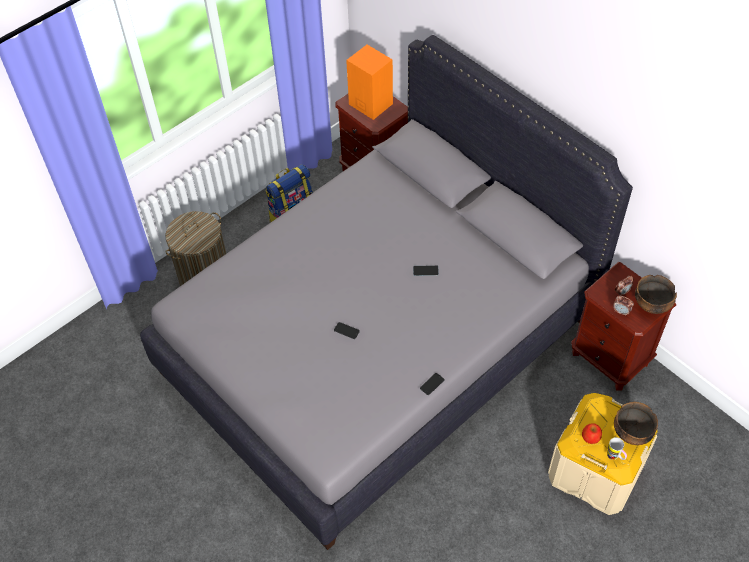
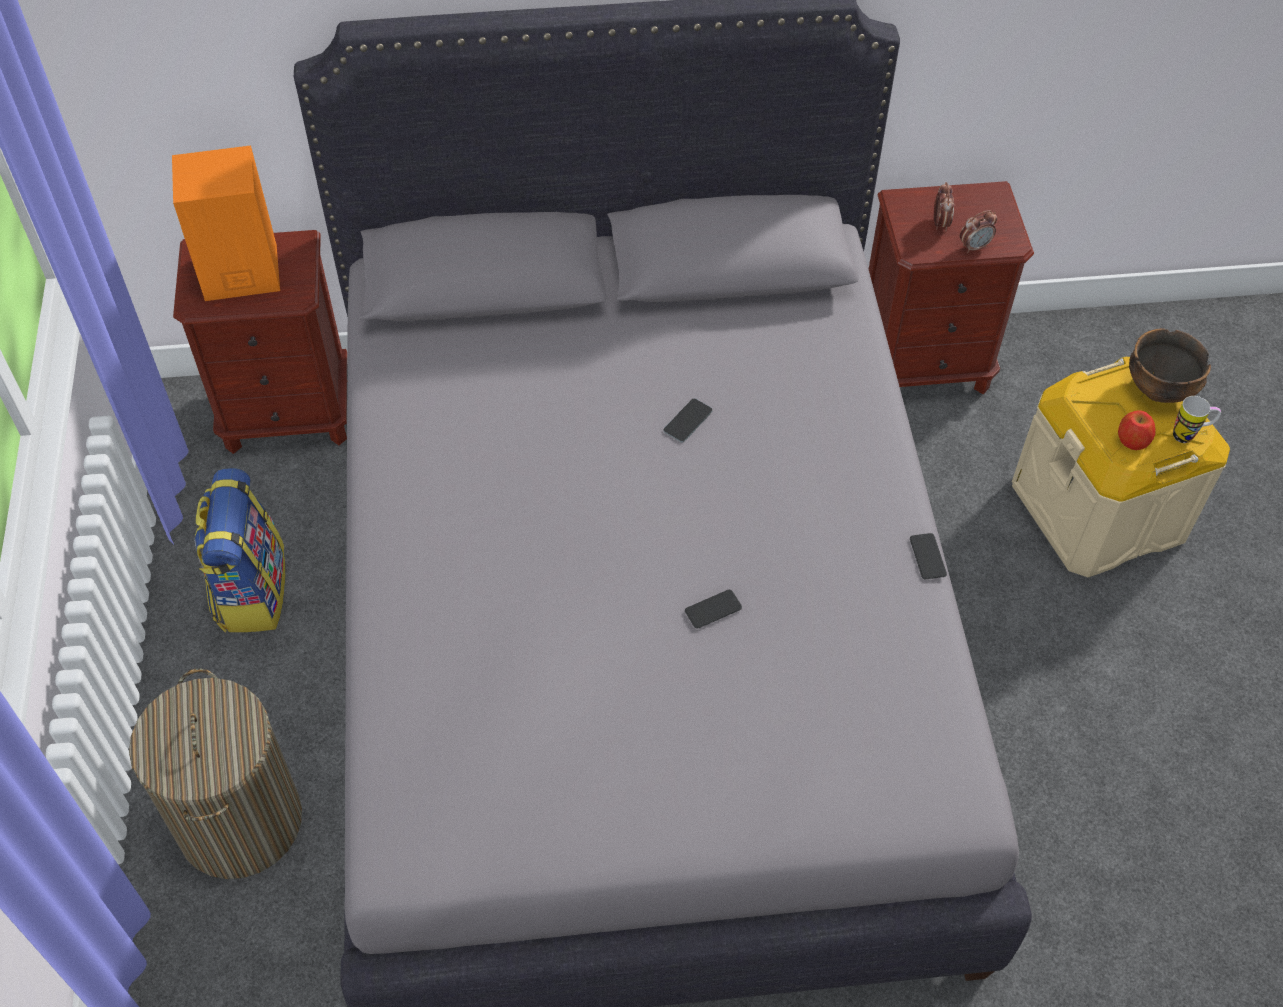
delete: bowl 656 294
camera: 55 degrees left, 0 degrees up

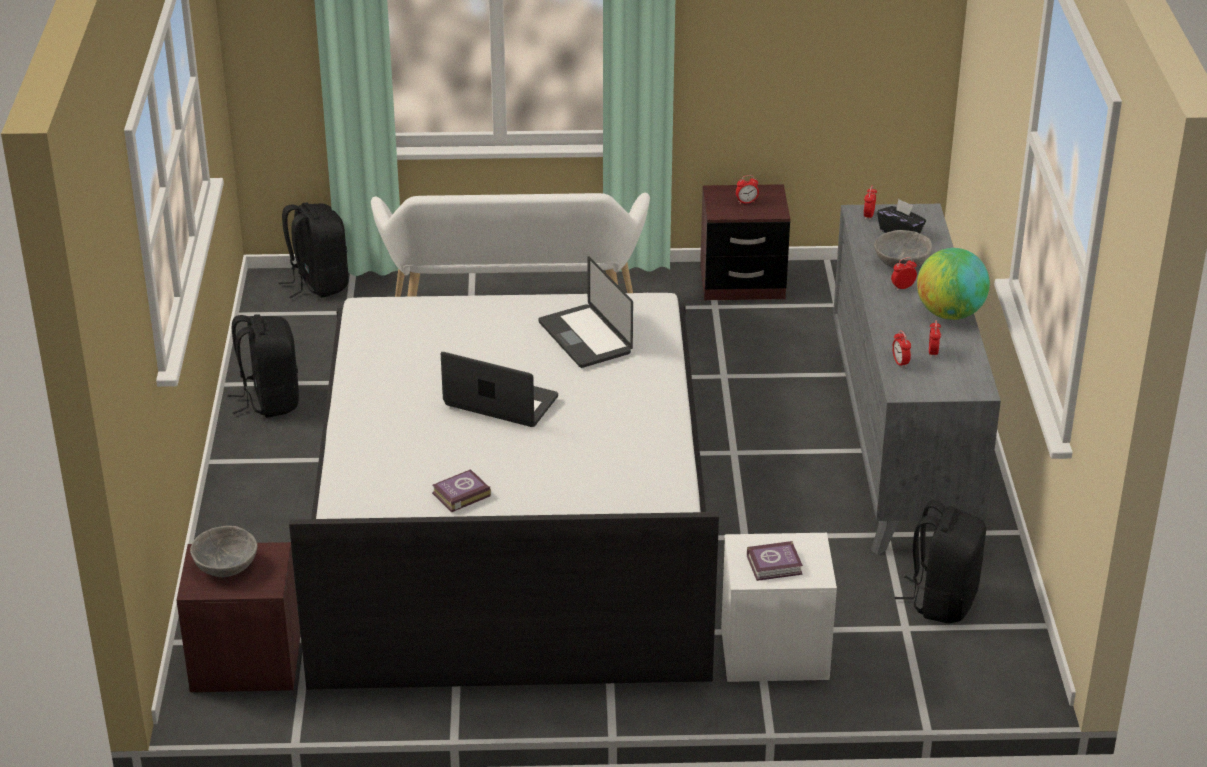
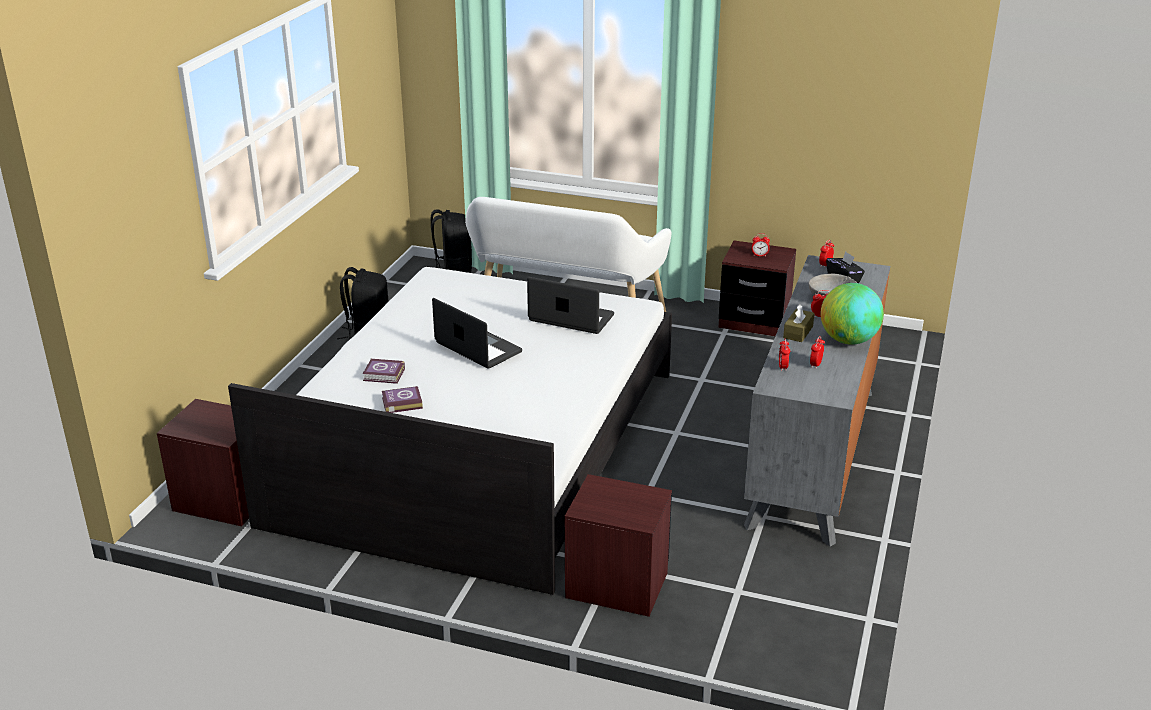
delete: grey bowl 223 551; black backpack 940 561
insert: brown tissue box 798 323
move: book 775 561 to 384 371
recolor: white nightstand 779 607 to brown nightstand 618 545
rotate: laptop 586 312 = 570 305 120 degrees clockwise
camera: 20 degrees right, 5 degrees down

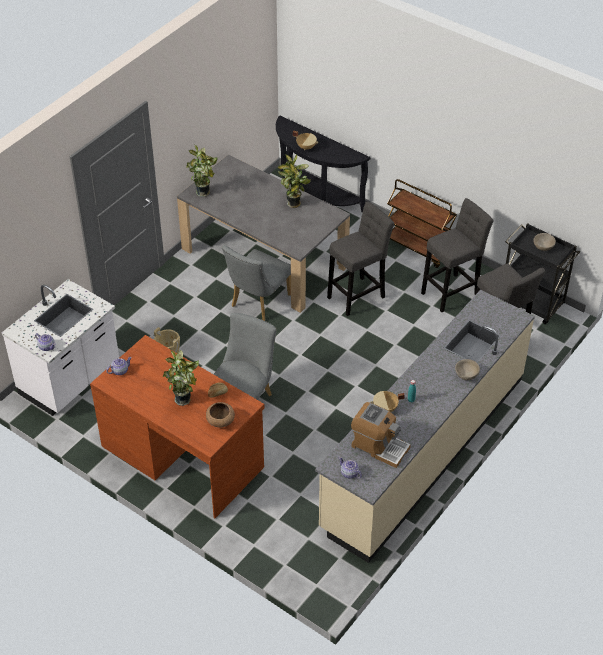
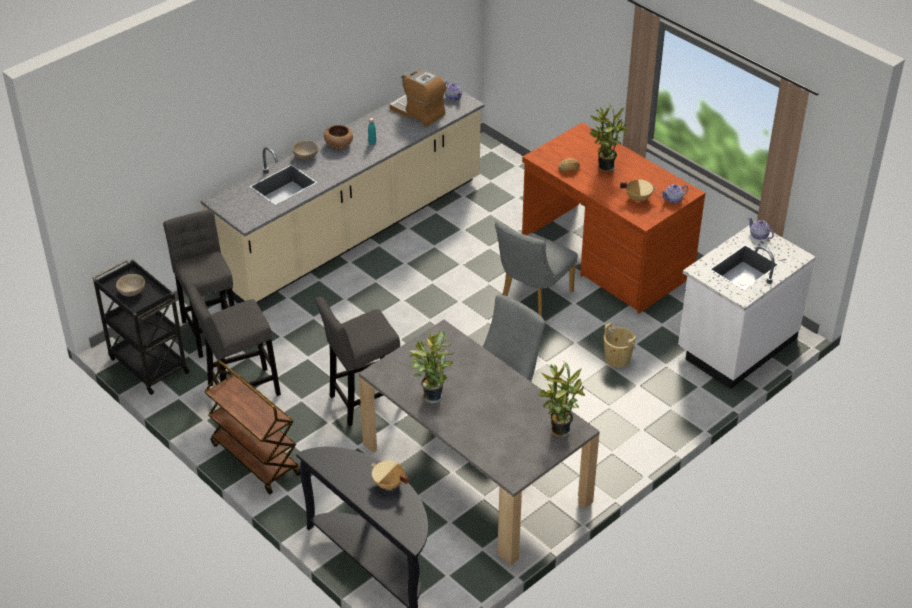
move: brown bowl 220 415 to 338 137; beige cooking pot 387 401 to 638 191
camera: 170 degrees left, 5 degrees down

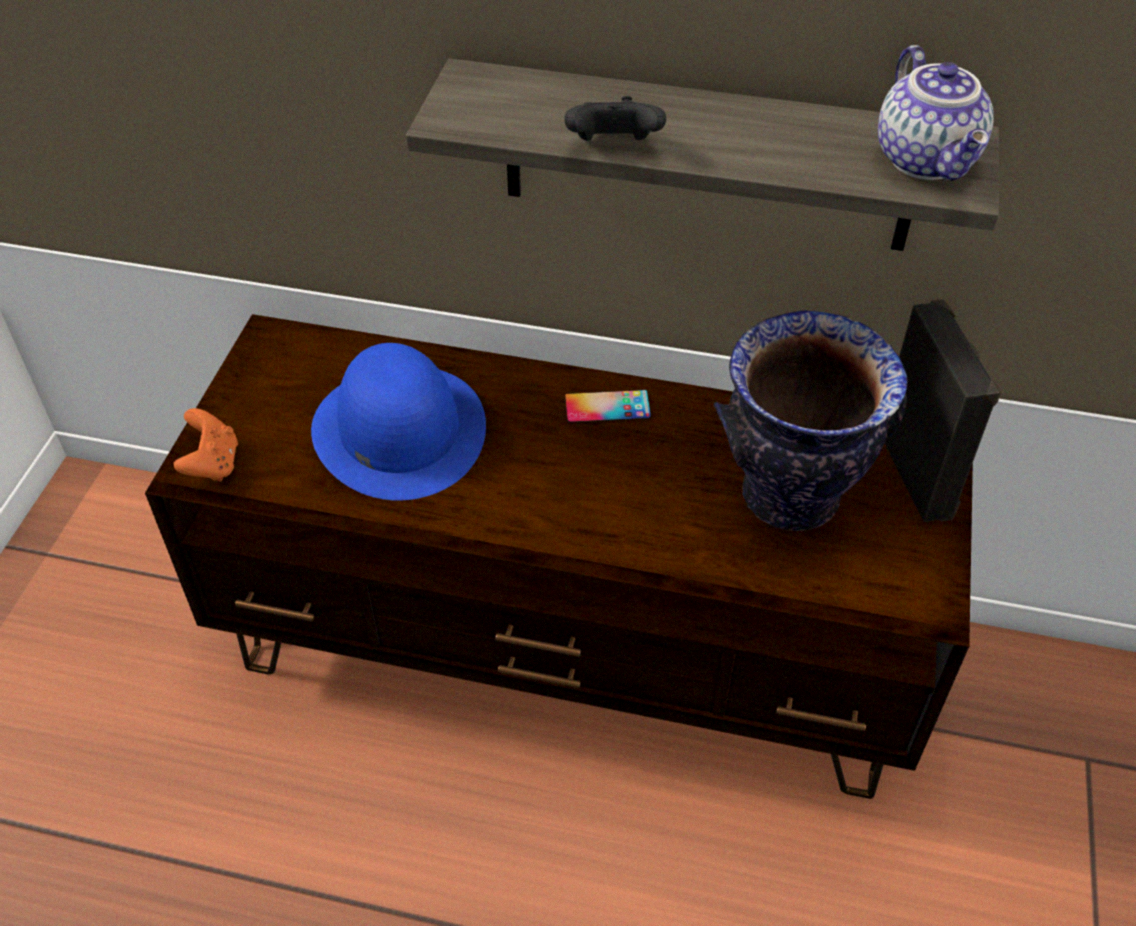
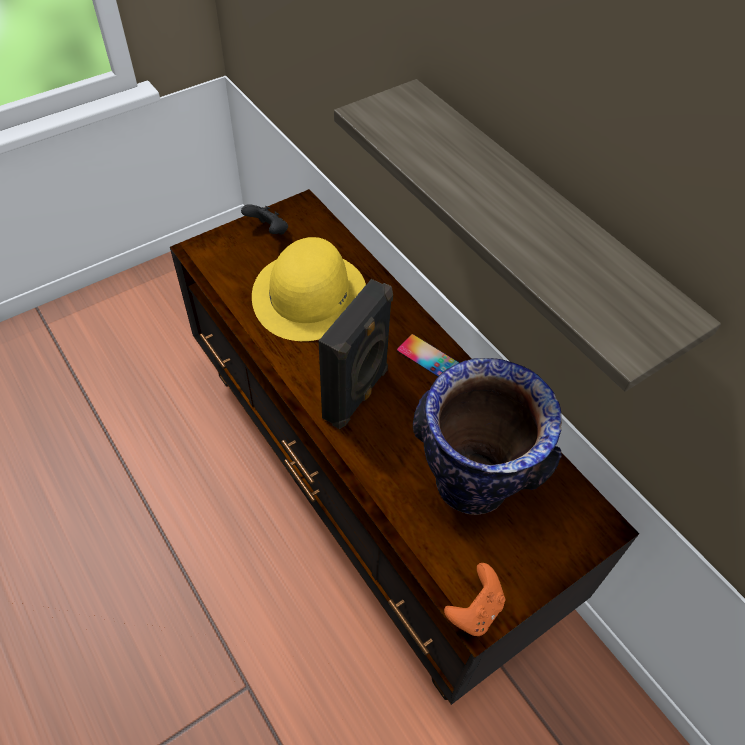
delete: teapot 936 113
move: black game controller 615 118 to 264 220; black speaker 943 410 to 356 354; orange game controller 206 445 to 474 599
recolor: blue hat 398 421 to yellow hat 309 289
camera: 40 degrees right, 5 degrees up

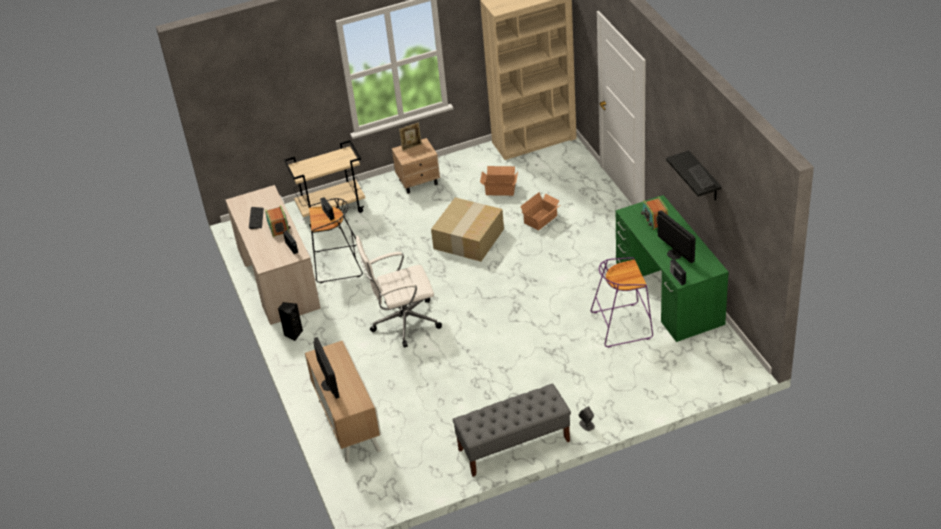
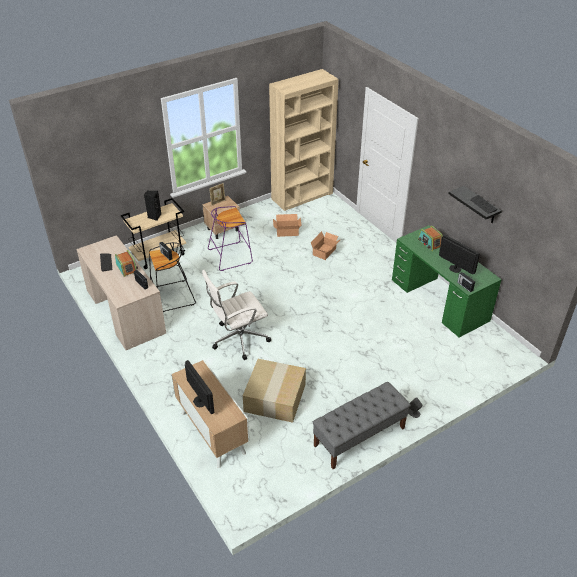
move: black speaker 290 321 to 152 206; purple stool 622 302 to 230 238; cardboard box 467 229 to 274 391
camera: 15 degrees left, 0 degrees up

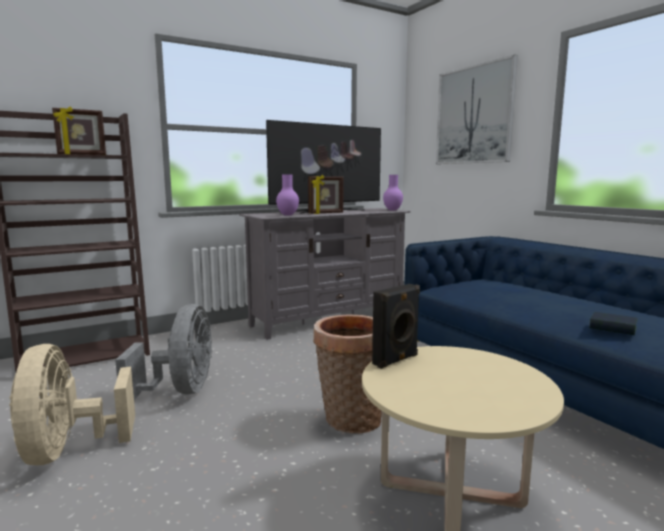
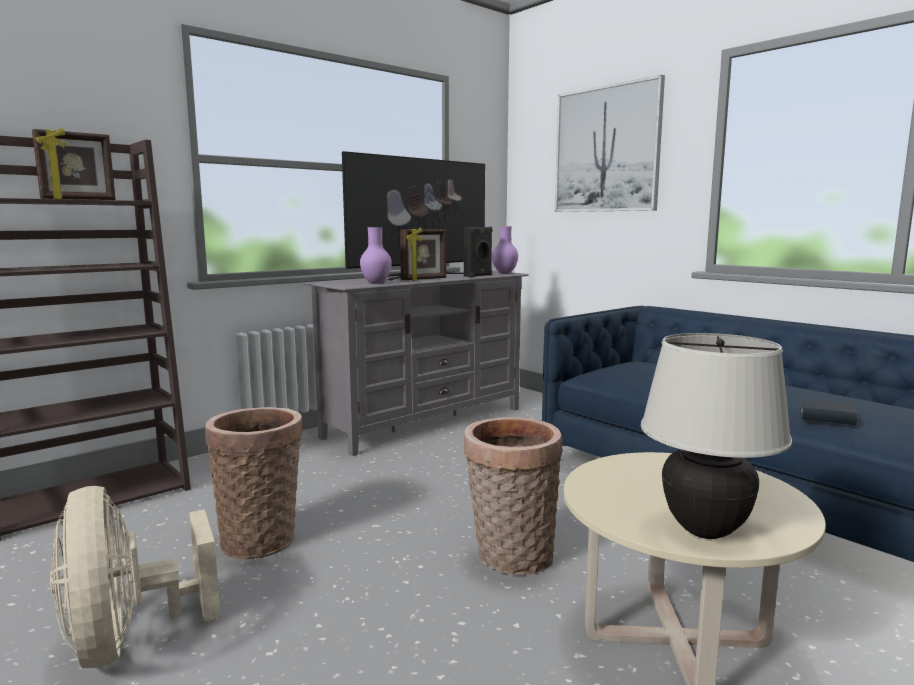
insert: beige table lamp 716 436
move: black speaker 396 326 to 478 252
replace: grey fan 163 352 to basket 254 483
camera: 10 degrees left, 0 degrees up

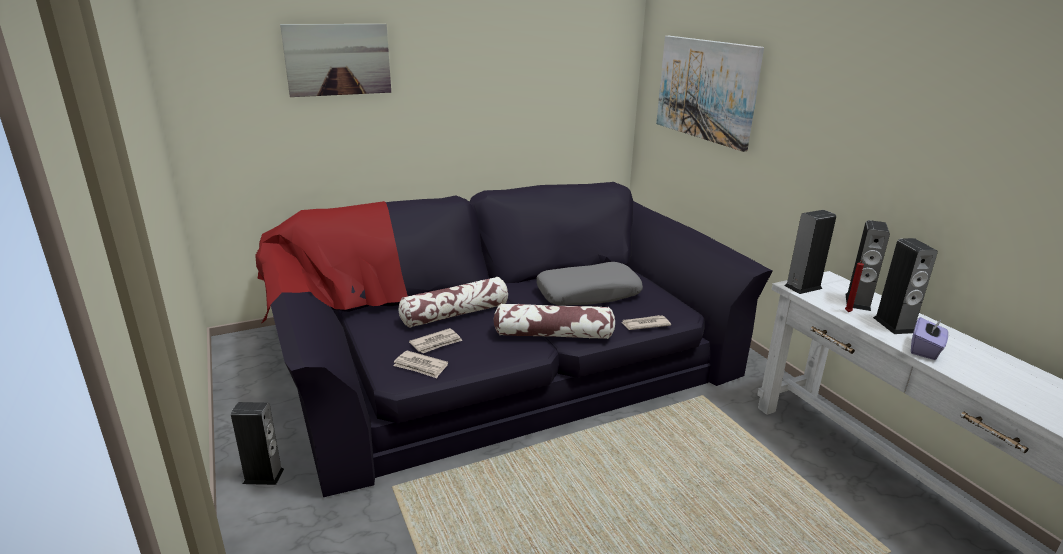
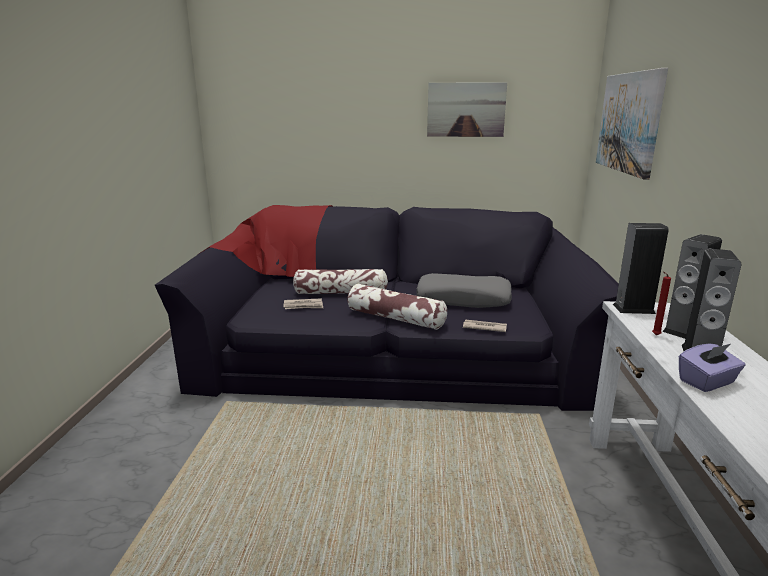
delete: speaker 257 443; newspaper 420 364
move: picture 335 60 to 467 109
camera: 30 degrees right, 5 degrees down

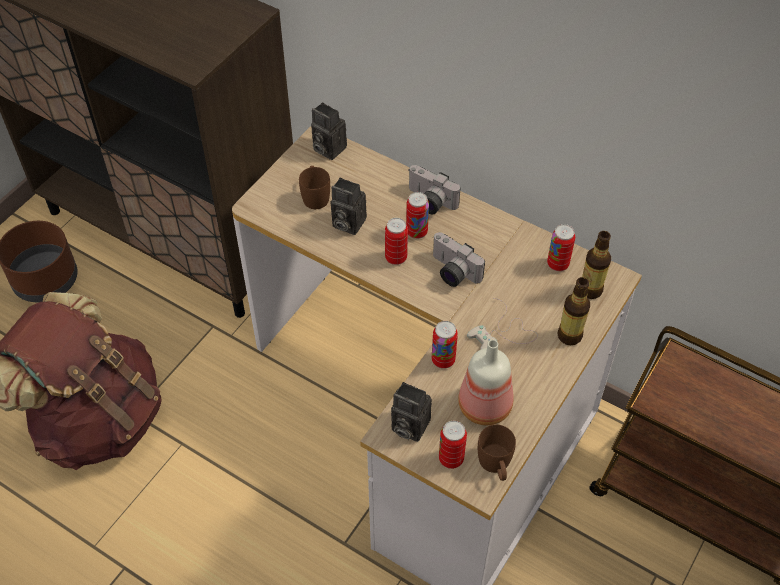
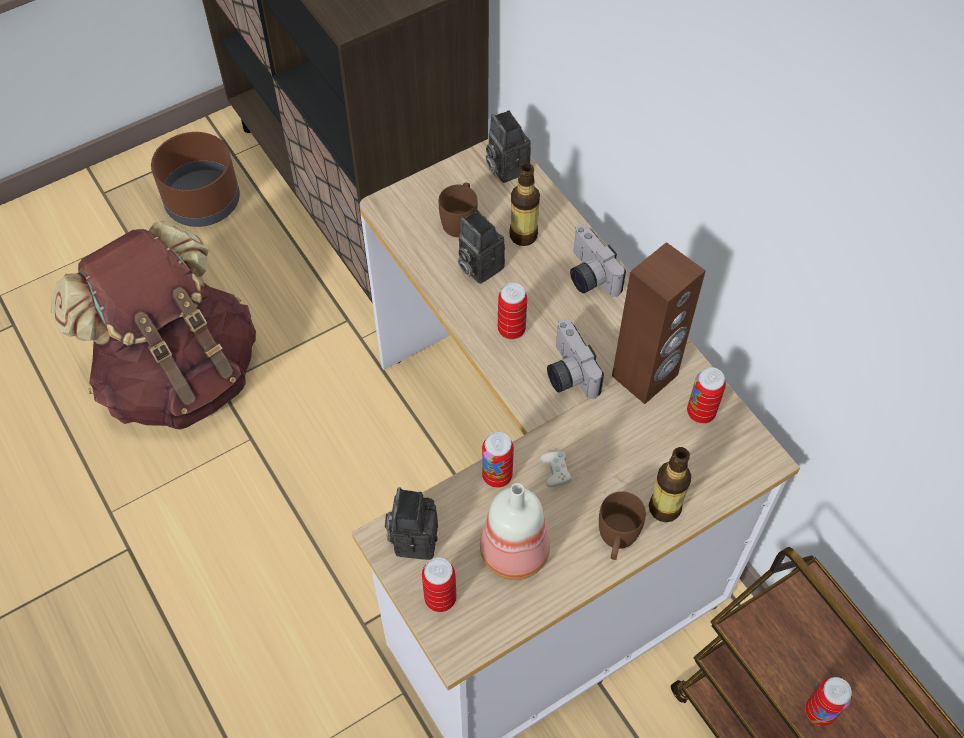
insert: brown speaker 659 323
move: bottle 596 265 to 524 204; brown mug 497 453 to 622 525; can 417 215 to 828 701
rotate: photo camera 411 412 = 411 523 45 degrees clockwise
camera: 25 degrees right, 5 degrees up

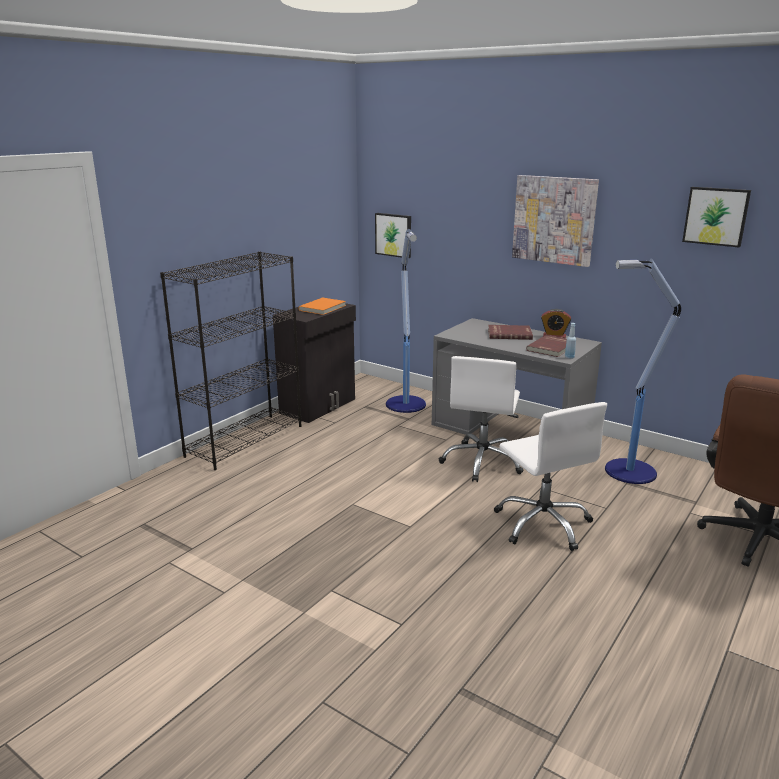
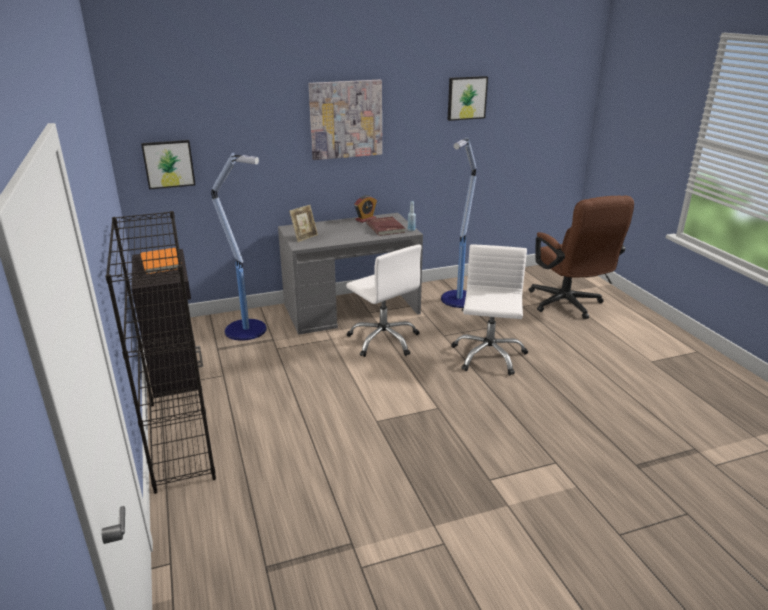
delete: red book 510 332
insert: picture frame 303 223
rotate: white office chair 550 476 = 489 310 90 degrees counterclockwise
camera: 55 degrees left, 5 degrees up

